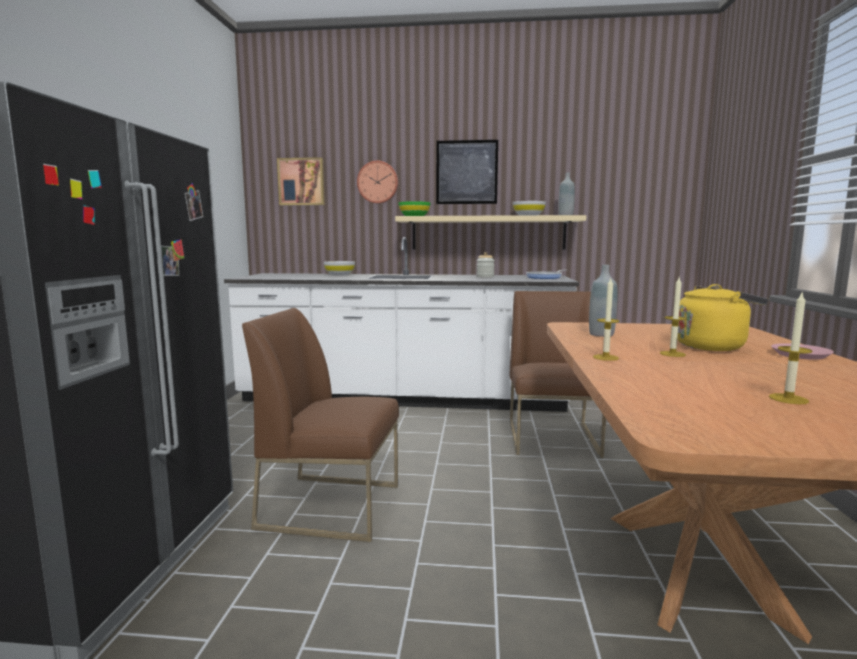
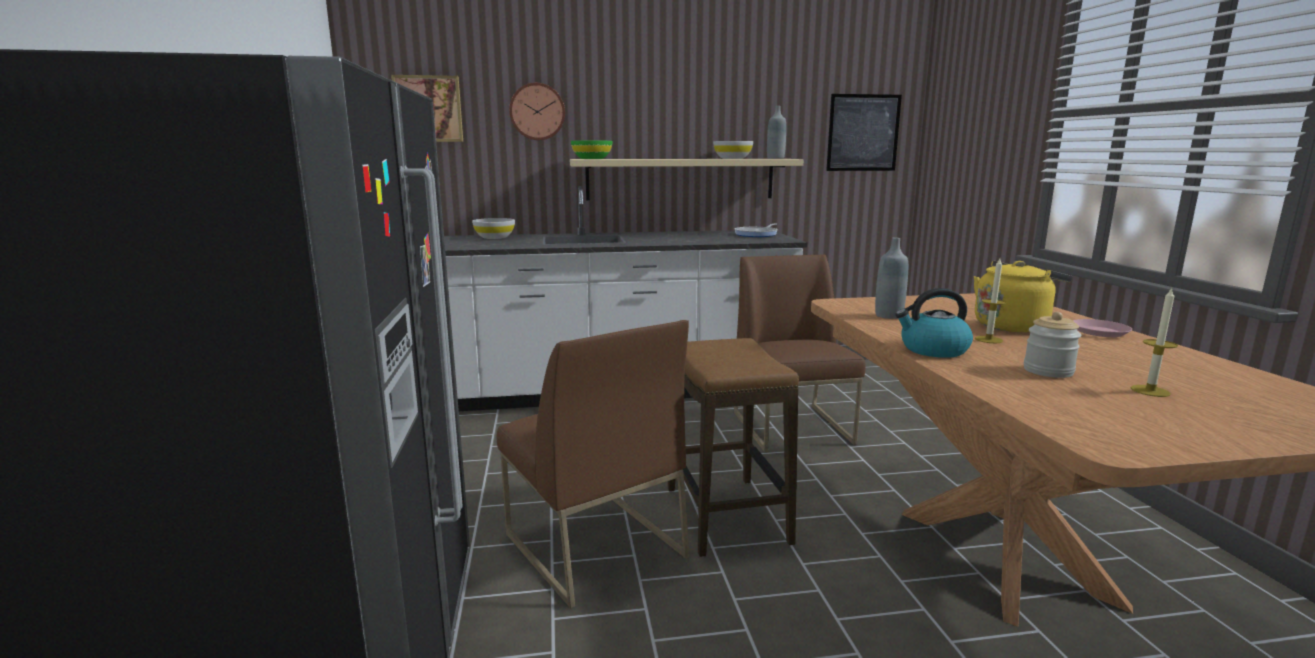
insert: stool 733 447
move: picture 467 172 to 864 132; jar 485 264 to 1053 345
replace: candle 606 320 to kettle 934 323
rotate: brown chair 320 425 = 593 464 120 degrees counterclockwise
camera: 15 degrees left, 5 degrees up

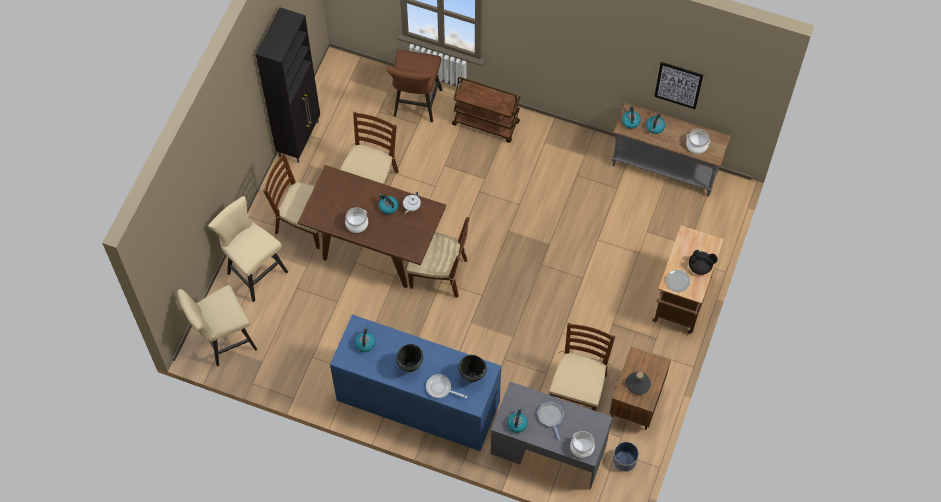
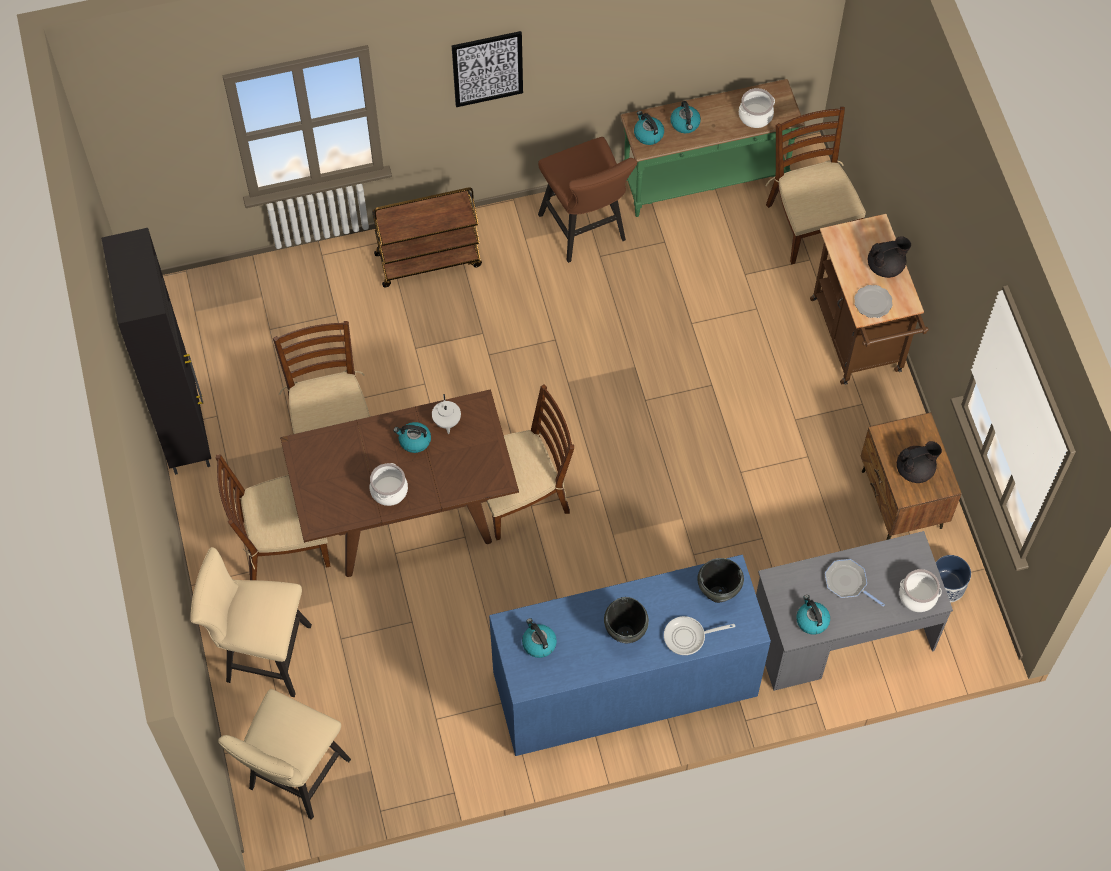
move: picture 678 85 to 487 69; brown stool 414 86 to 587 200; brown chair 582 367 to 815 185
replace: grey bottle 638 383 to black teapot 919 462
recolor: grey console table 671 150 to green console table 712 148
camera: 35 degrees left, 0 degrees up

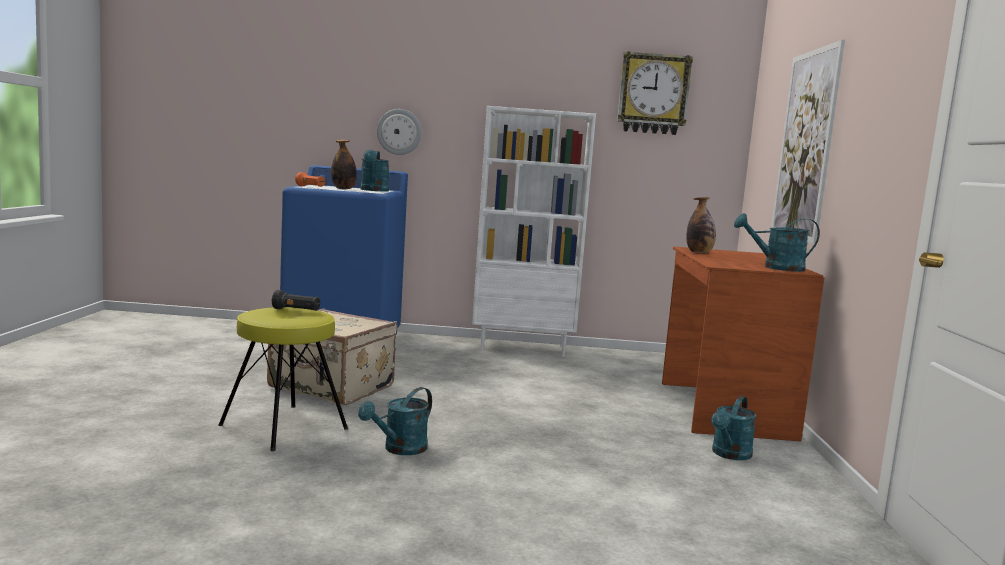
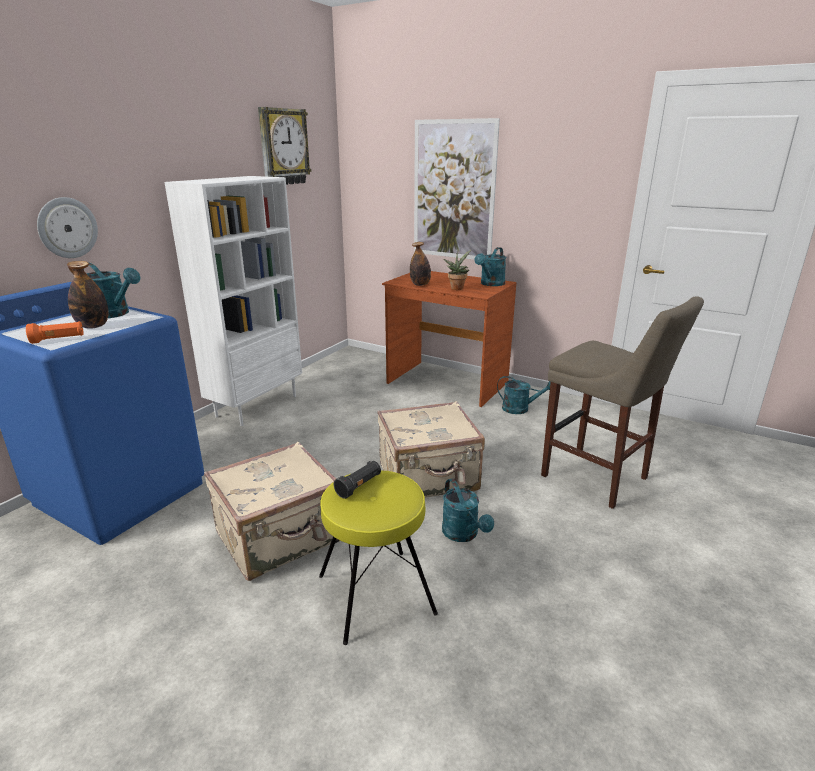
insert: beige suitcase 431 449; potted plant 457 270; beige stool 622 402
rotate: turquoise watering can 733 428 = 524 395 45 degrees counterclockwise
camera: 60 degrees left, 15 degrees up

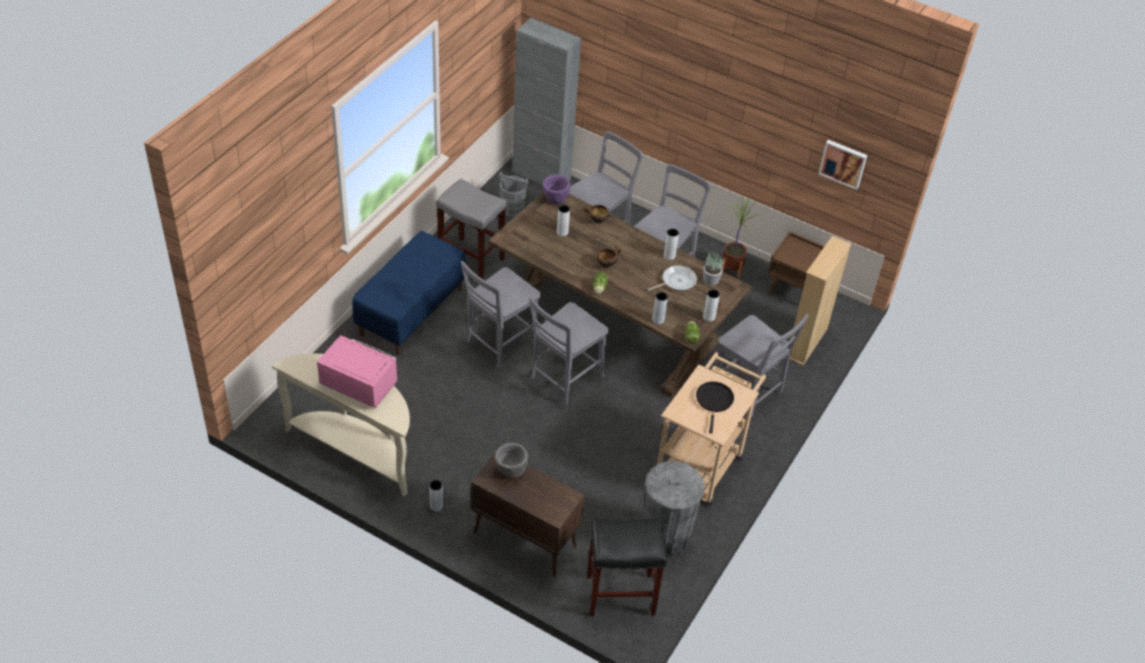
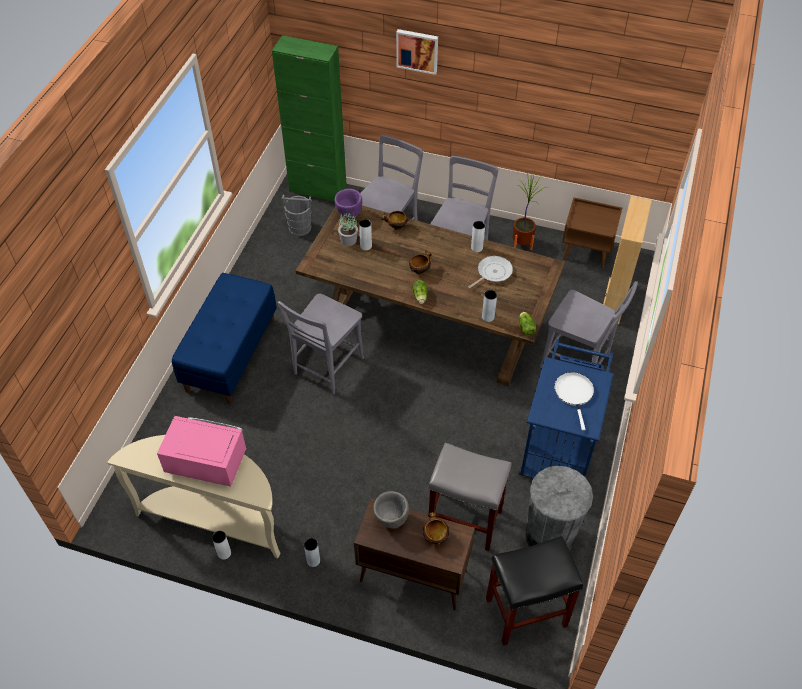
delete: grey chair 569 351
insert: bowl 436 529
move: white vase 711 305 to 221 545; potted plant 713 268 to 348 229; picture 843 165 to 417 52; grey stool 471 229 to 470 497
recolor: grey cabinet 546 101 to green cabinet 309 118; beige cart 711 429 to blue cart 566 409; black frying pan 715 407 to white frying pan 574 401
camera: 10 degrees left, 5 degrees up

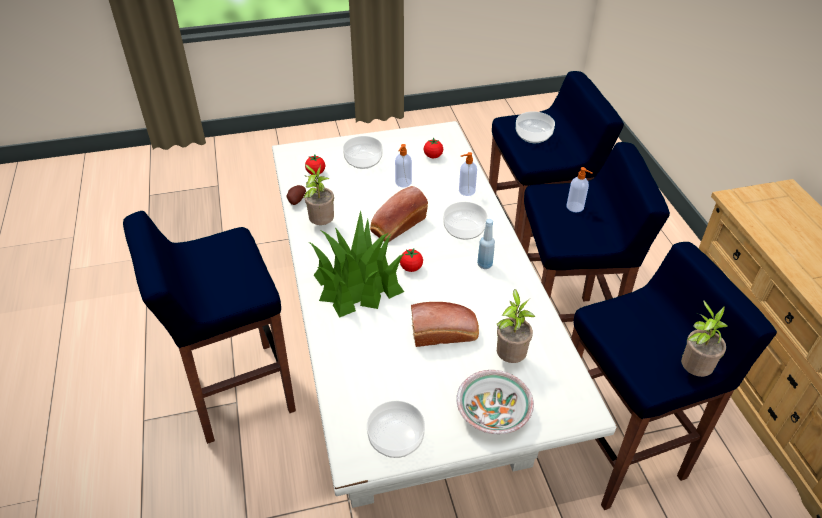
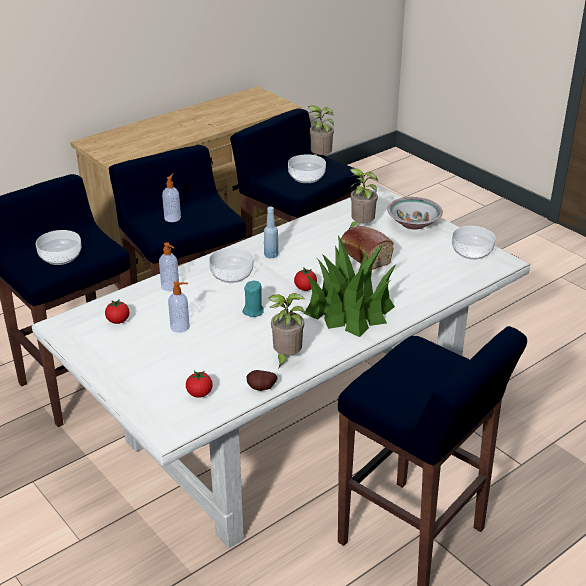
move: bowl 363 152 to 307 168
replace: bread 399 214 to turquoise candle 253 298
camera: 115 degrees left, 10 degrees down

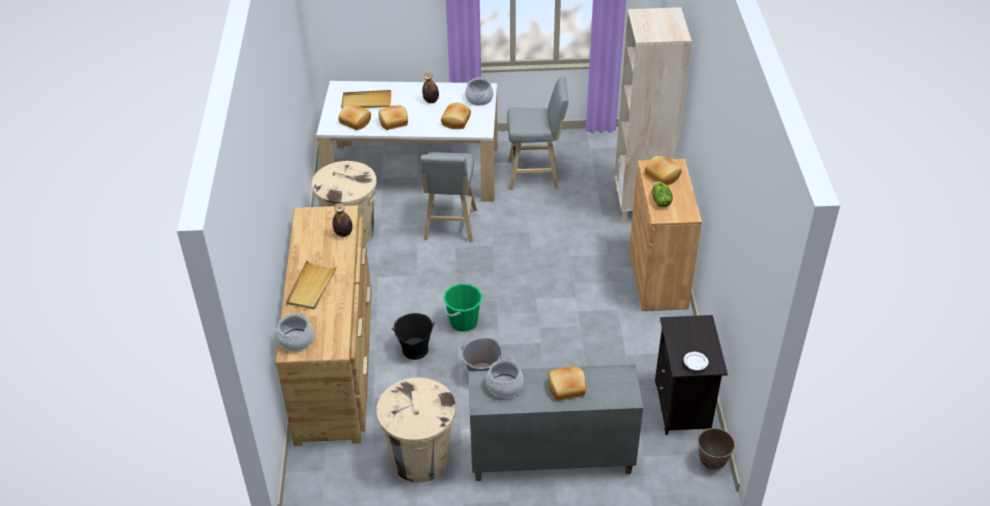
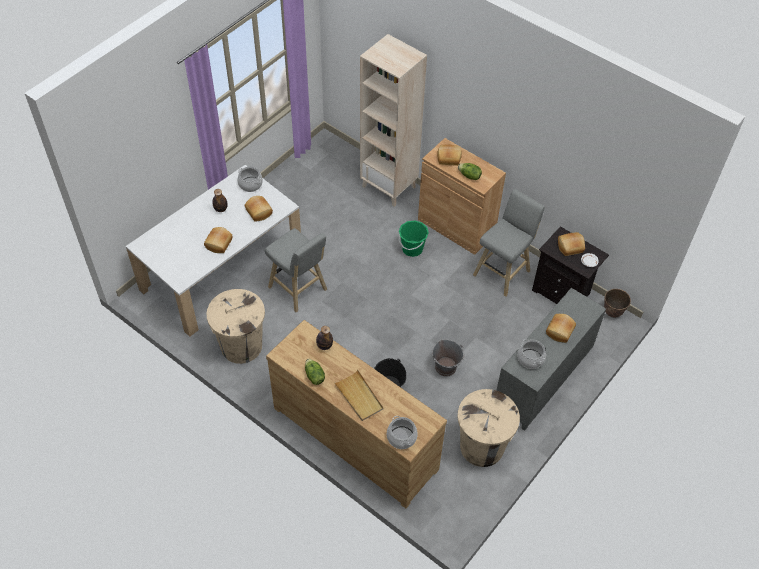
delete: beige tray 366 99
insert: lettuce 315 372
move: green bucket 463 308 to 414 238; grey stool 537 133 to 509 243; bread 354 117 to 571 244
camera: 50 degrees left, 10 degrees up

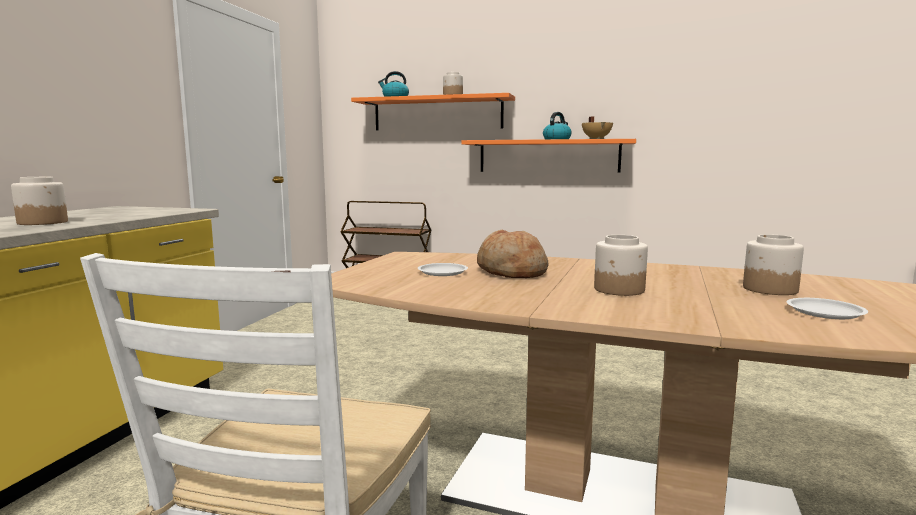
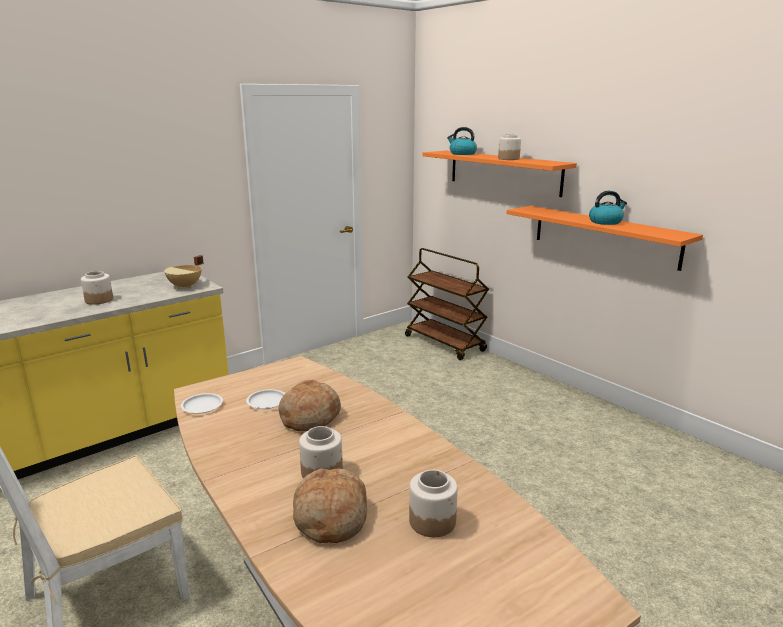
insert: bread 330 505
move: beige cooking pot 597 127 to 184 272; white plate 827 308 to 202 403
camera: 35 degrees right, 10 degrees up

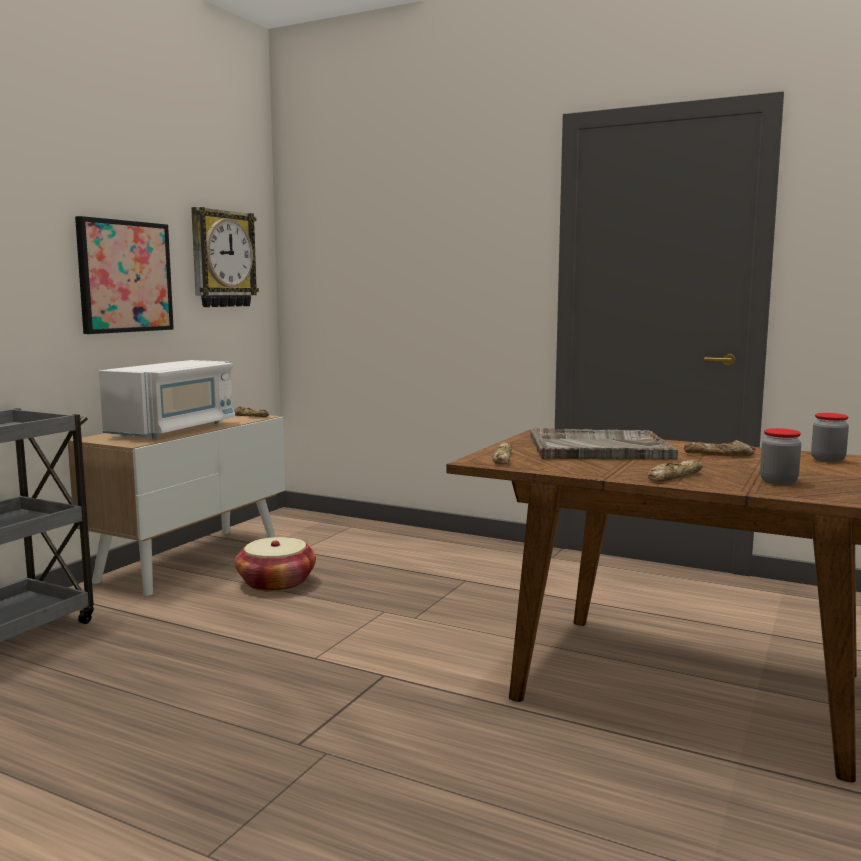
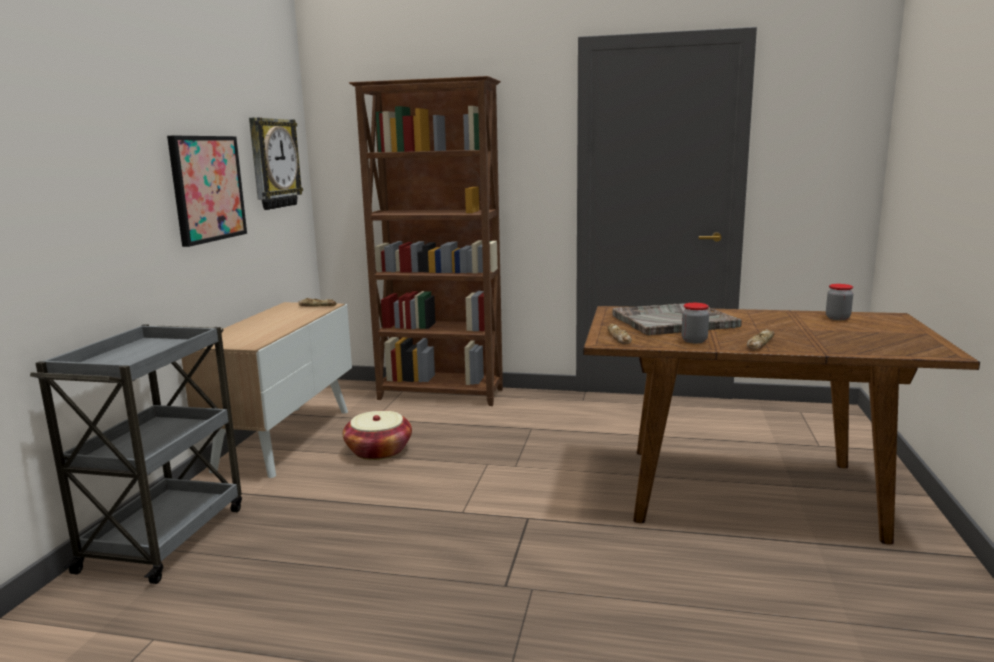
delete: white microwave 167 399; bread 720 448
insert: brown bookcase 426 241
move: jar 780 456 to 695 323
camera: 15 degrees left, 5 degrees up

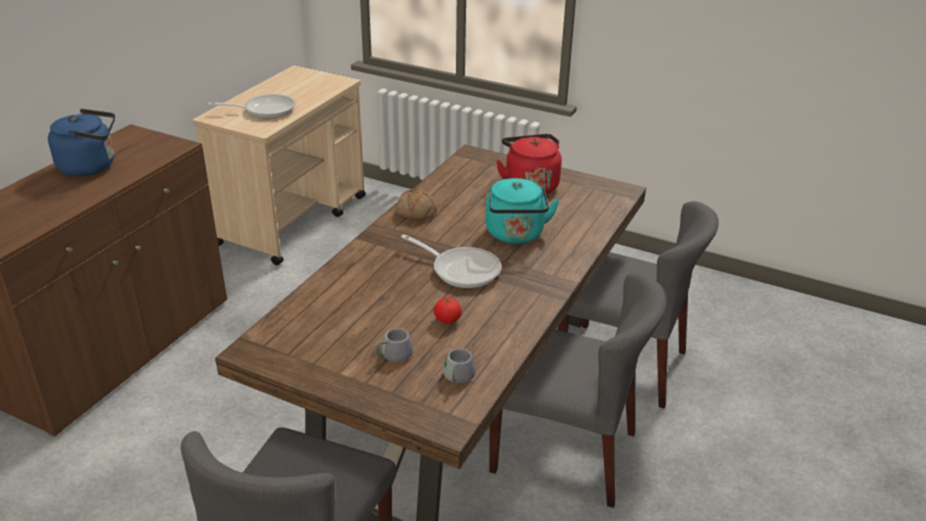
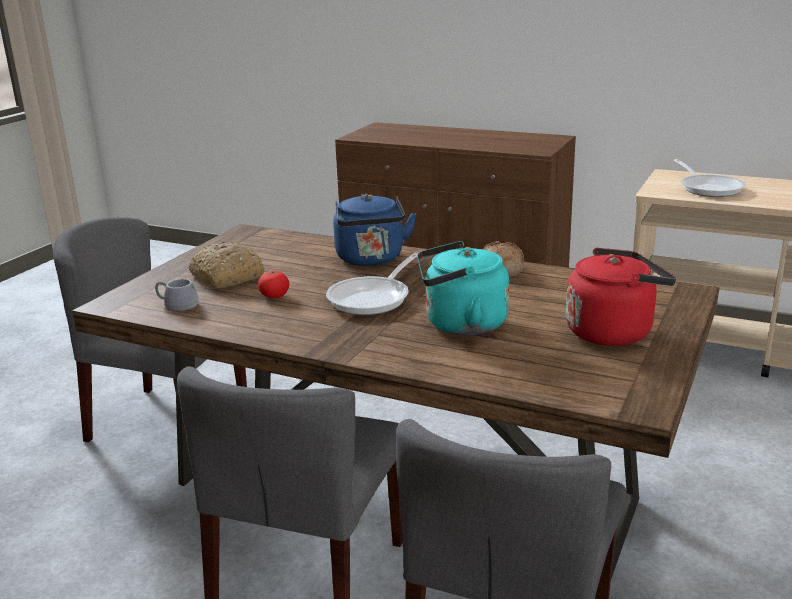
move: blue kettle 81 142 to 375 230
replace: grey mug 394 345 to bread 226 265
camera: 90 degrees right, 10 degrees down

